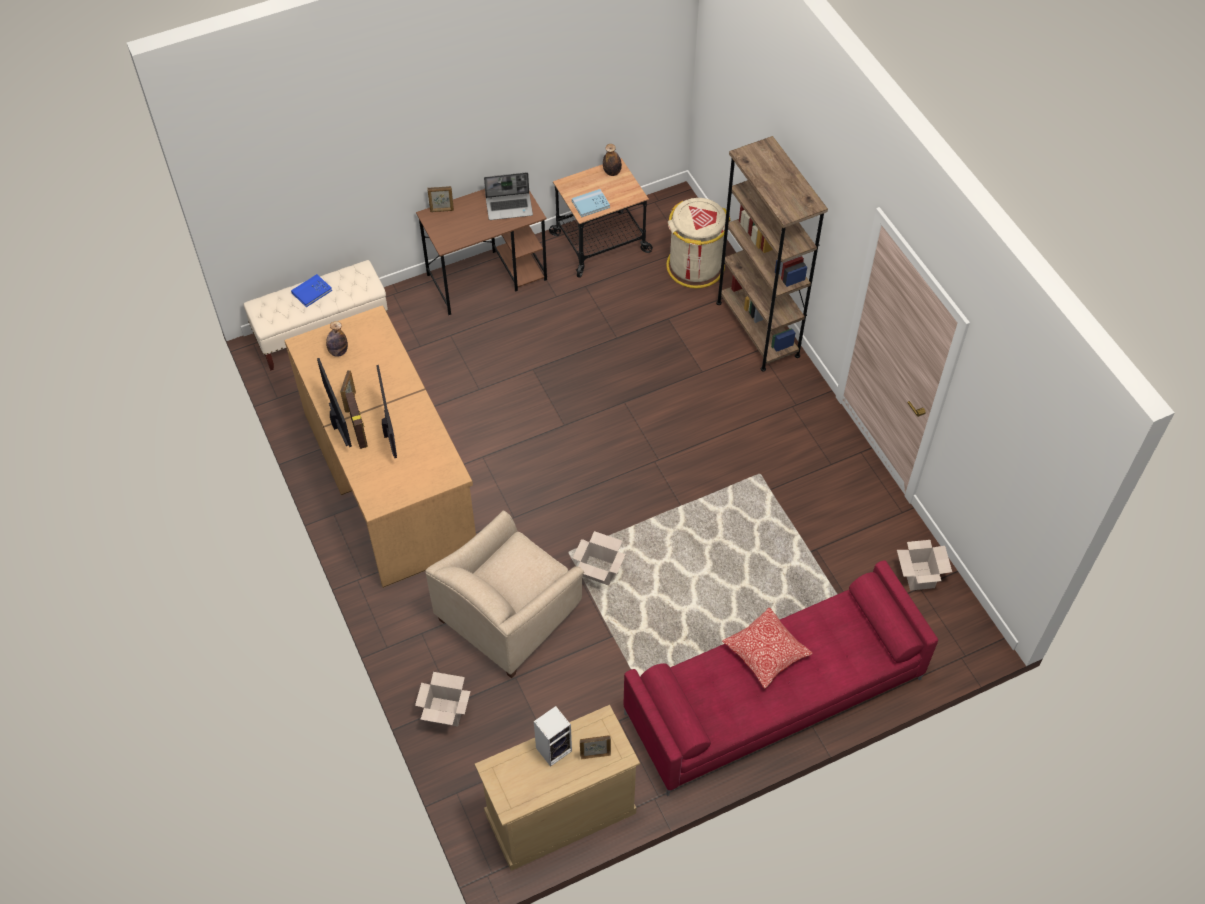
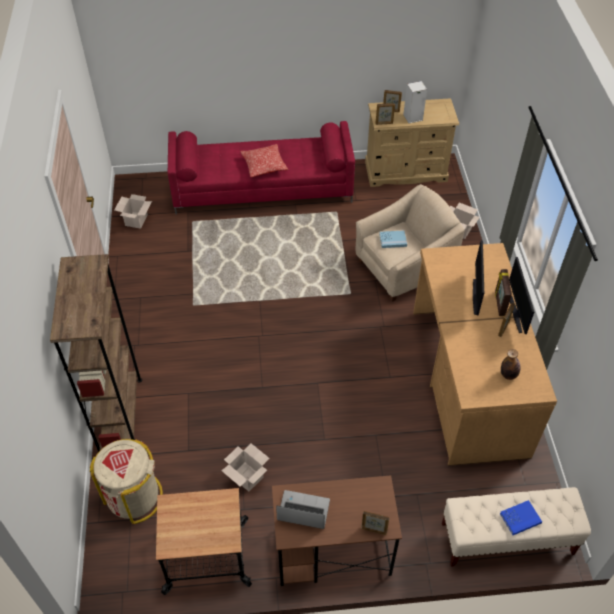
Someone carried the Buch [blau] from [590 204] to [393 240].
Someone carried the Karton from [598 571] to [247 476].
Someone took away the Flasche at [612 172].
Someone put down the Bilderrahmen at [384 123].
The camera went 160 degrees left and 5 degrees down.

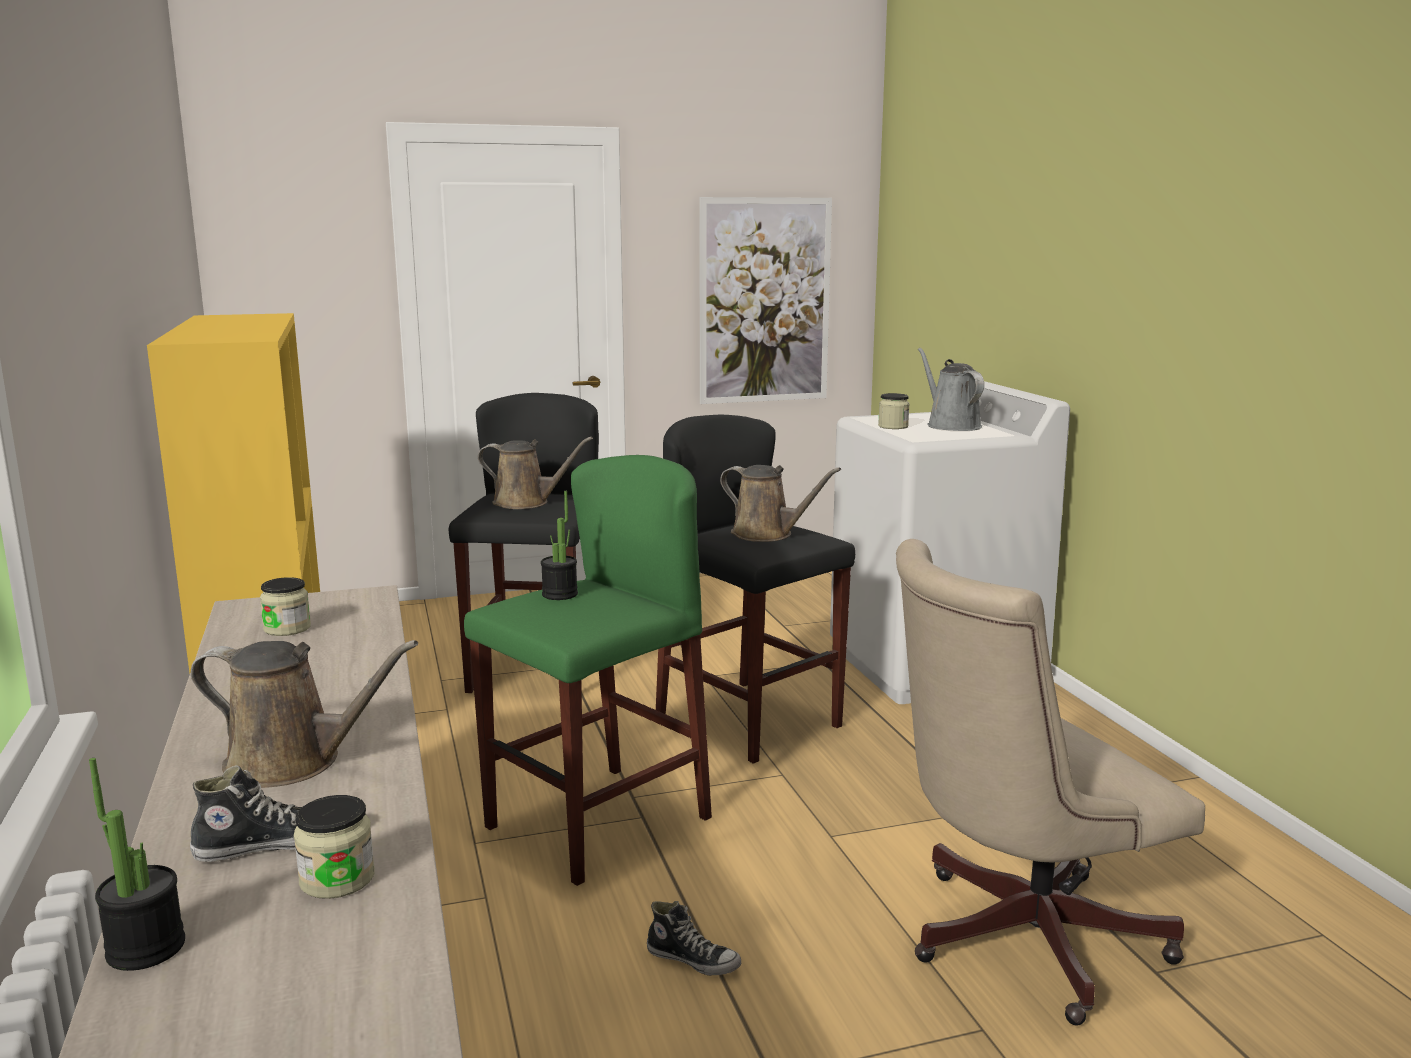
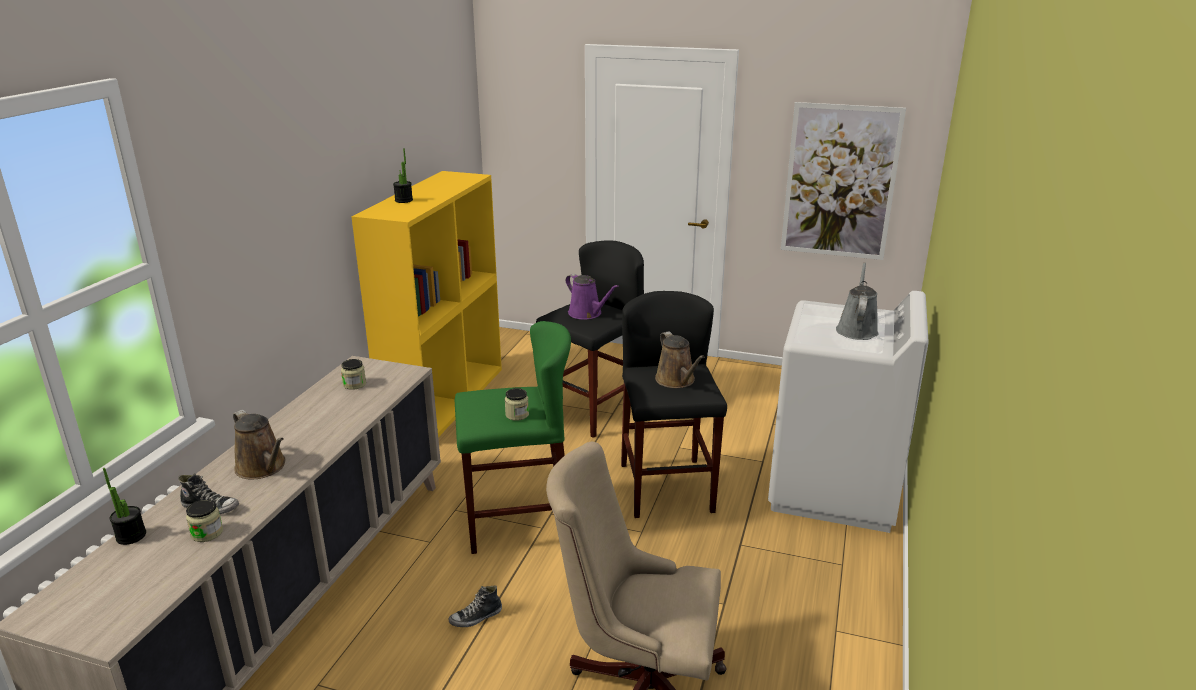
Someone repainted the Gießkanne [braun] at [526 503], which became the Gießkanne [lila] at [587 314].
Someone carried the Topfpflanze from [560 594] to [404 200].
Someone rotated the Schuh at [693 960] by 90 degrees clockwise.
Someone carried the Vorratsglas from [893 426] to [517 415].
The camera went 35 degrees right and 10 degrees up.

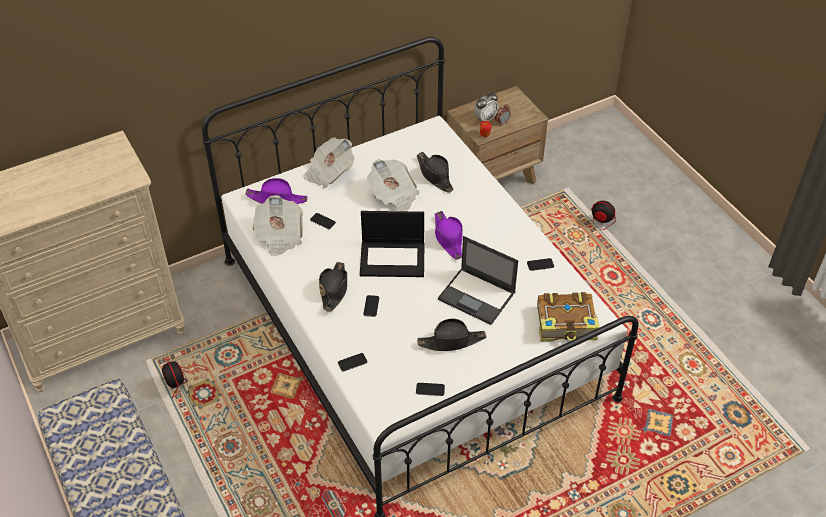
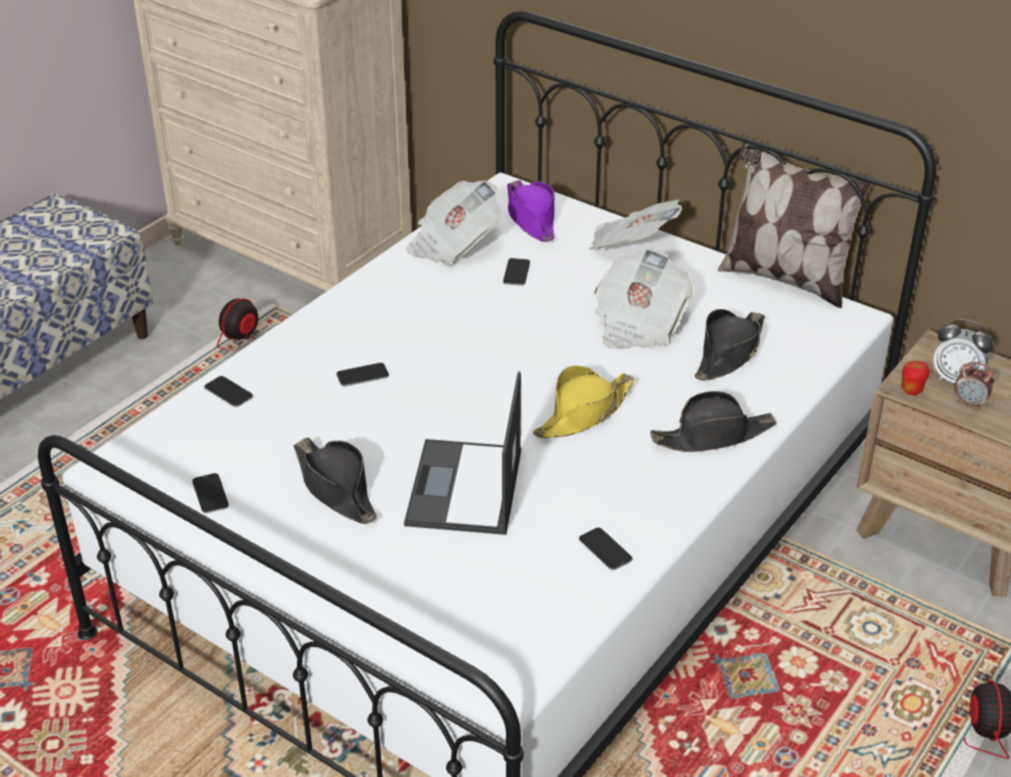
Someone carried the Hut [schwarz] from [334 289] to [713 436].
Someone took away the Laptop at [393 258].
Someone repainted the Hut [lila] at [448 238], which became the Hut [gelb] at [584 413].
Someone took away the Buch at [566 324].
Someone put down the Kissen at [784 278].
The camera went 65 degrees right and 10 degrees down.

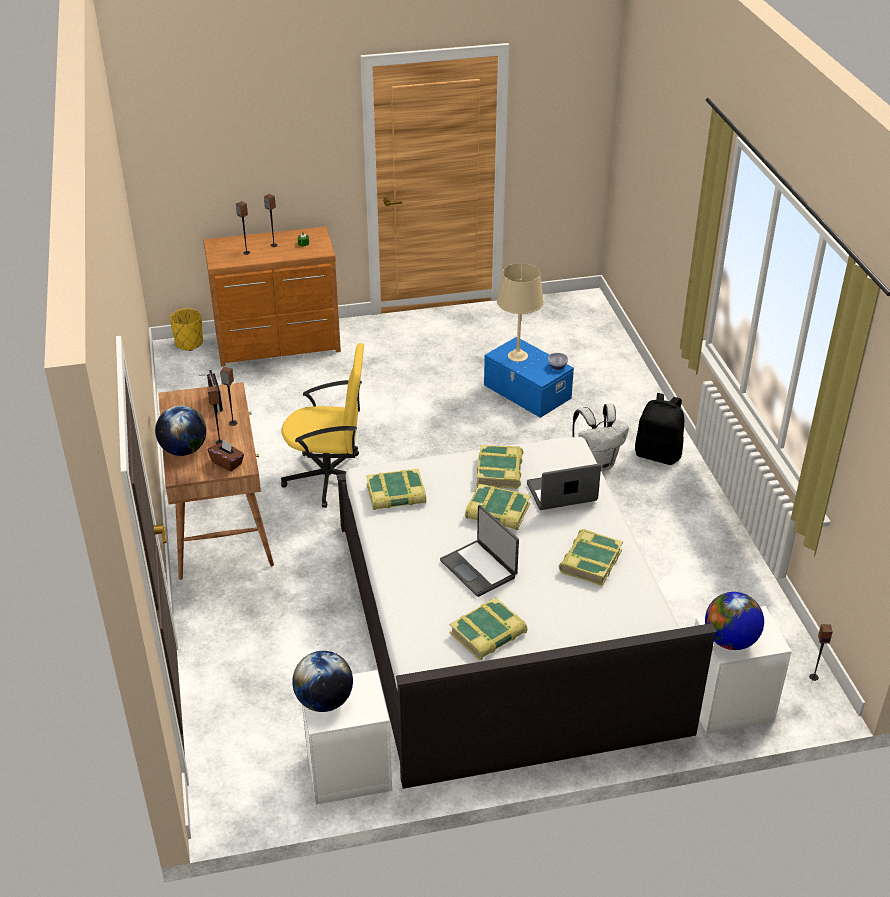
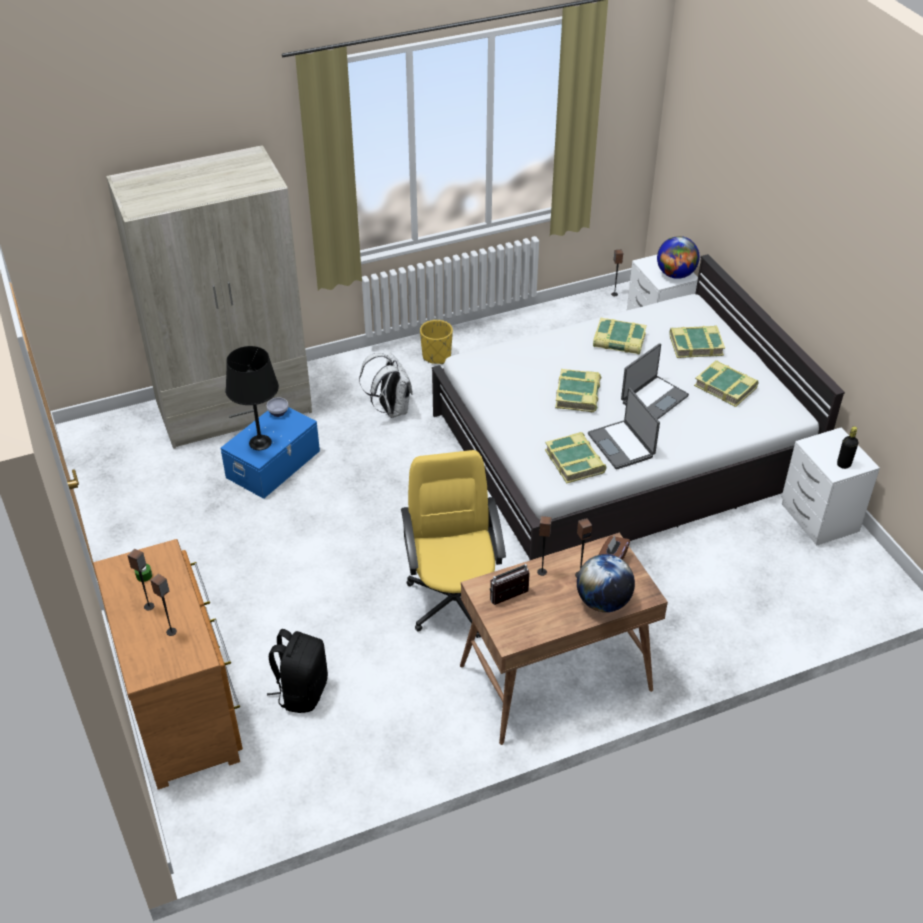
Someone carried the Pflanzkübel [gelb] from [189 343] to [436 356].
Someone swapped the Globus at [324 701] for the Flasche [schwarz] at [843 464].
Someone carried the Buch from [500 471] to [695 345].
Someone repainted the Tischlampe [beige] at [517 356], which became the Tischlampe [schwarz] at [260 443].
Someone carried the Laptop from [562 493] to [622 445].
Someone carried the Rucksack [schwarz] from [658 454] to [302 691].
Someone put down the Kleiderschrank [beige] at [234 407].
The camera went 100 degrees left and 5 degrees up.

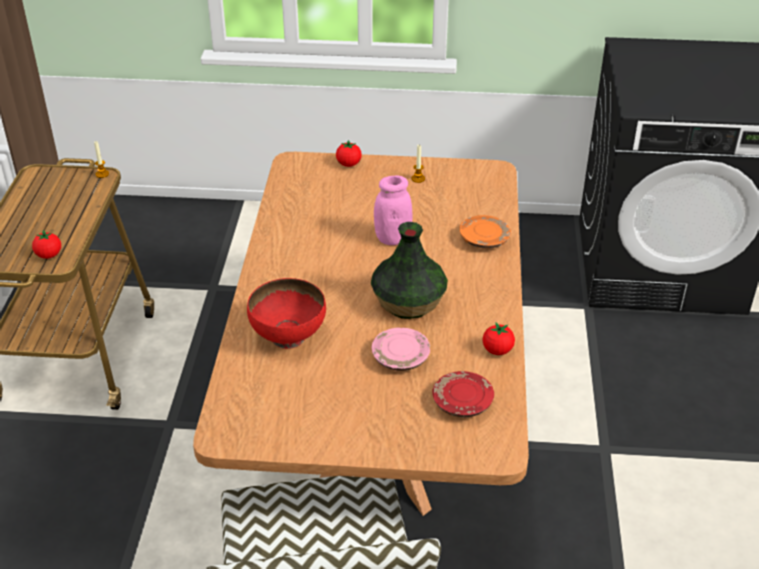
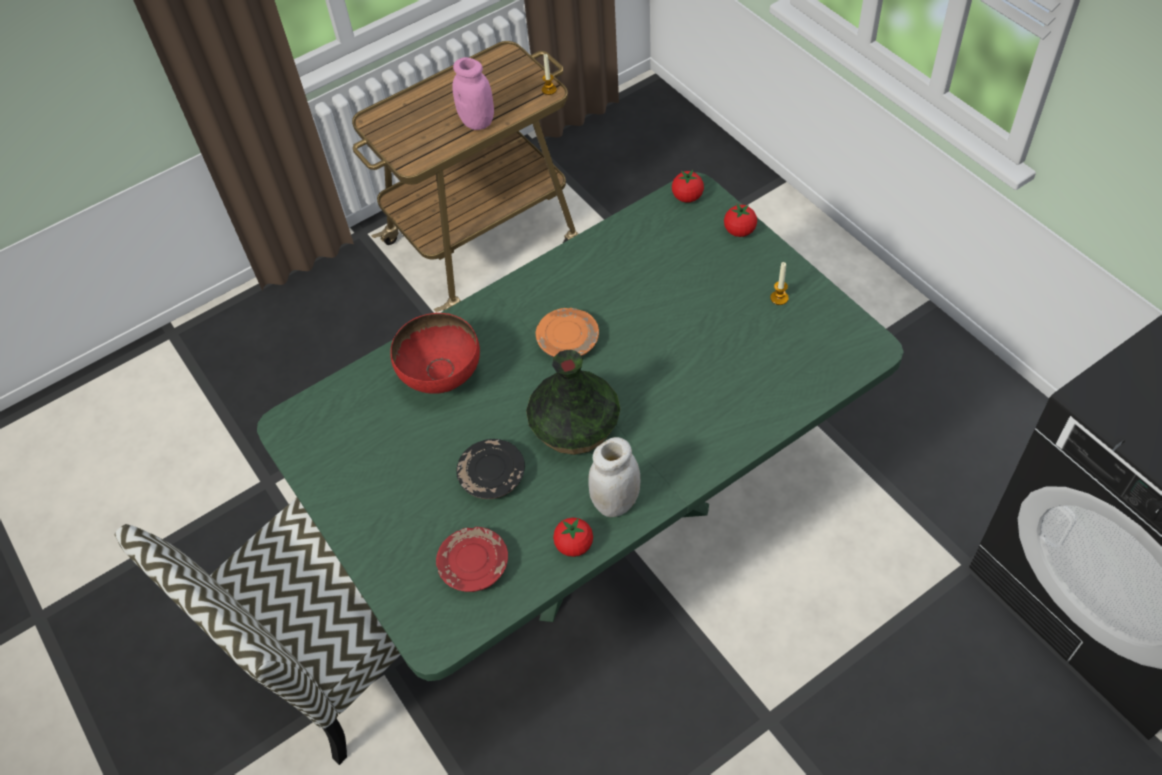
Someone carried the Tomate from [49 255] to [687 197].
Someone repainted the Esstisch [braun] at [378 439], which became the Esstisch [grün] at [594 520].
Someone repainted the Teller [rosa] at [401 357], which became the Teller [schwarz] at [492 476].
Someone carried the Vorratsglas [rosa] from [392 238] to [477 122].
Someone carried the Teller [orange] from [484 239] to [568 341].
Someone put down the Vorratsglas [weiß] at [616 502].
The camera went 55 degrees right and 15 degrees up.

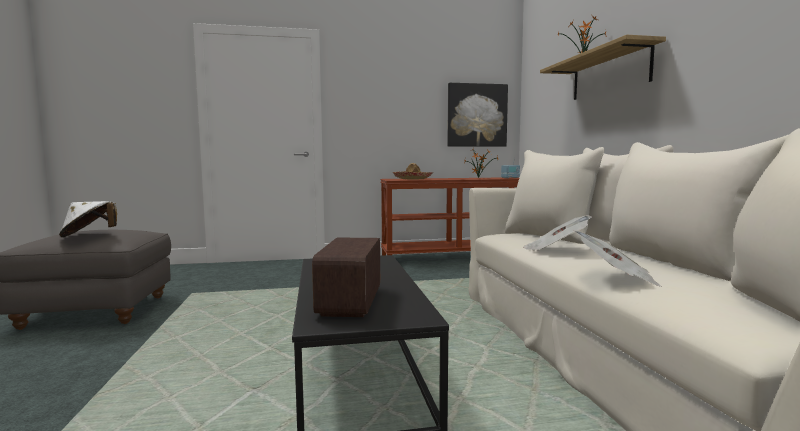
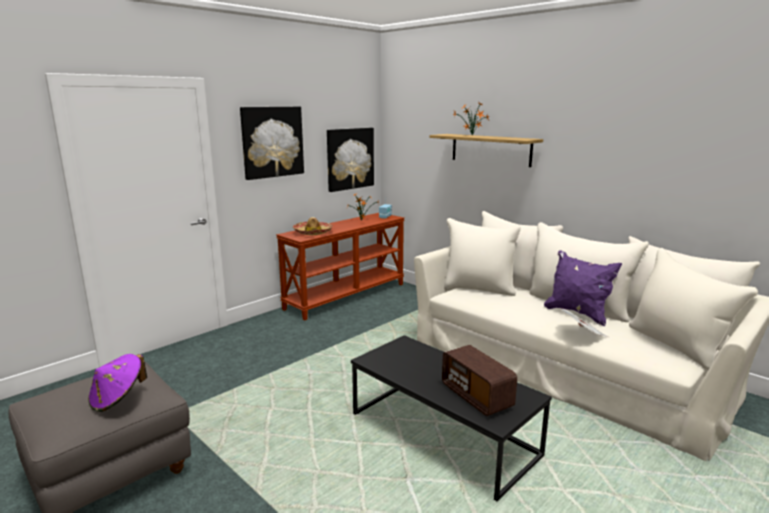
Someone repainted the Hut [weiß] at [88 235], which became the Hut [lila] at [118 398].
Someone took away the Zeitung at [555 250].
Someone put up the Bild at [272 142].
Someone put down the Kissen [lila] at [577 313].
The camera went 35 degrees left and 10 degrees up.

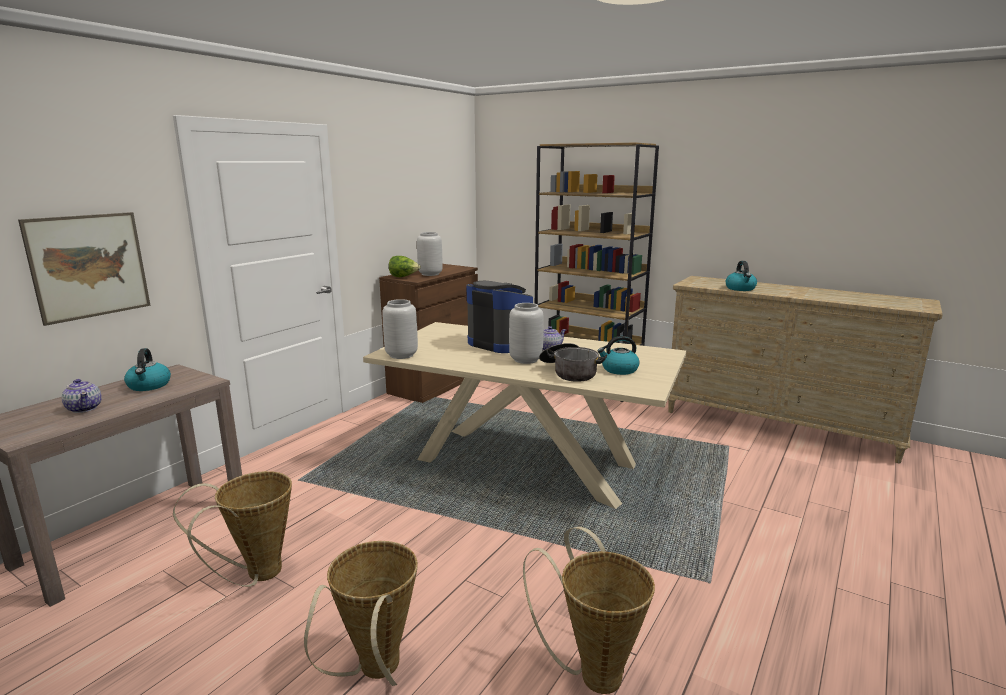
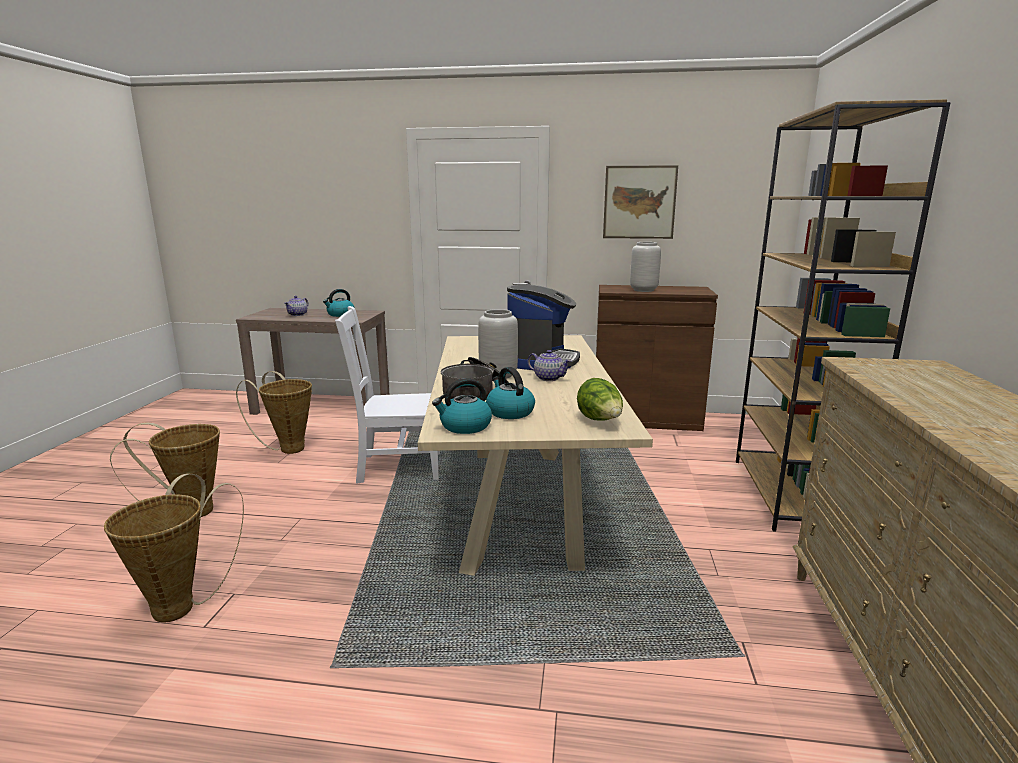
Someone carried the Bild from [89 266] to [639 202].
Someone took away the Vase [grau] at [402 355].
Someone carried the Salatkopf from [403 277] to [600 421].
Someone carried the Wasserkessel from [740 289] to [464 426].
Someone put down the Stuhl [weiß] at [396 467].
The camera went 65 degrees right and 0 degrees up.

